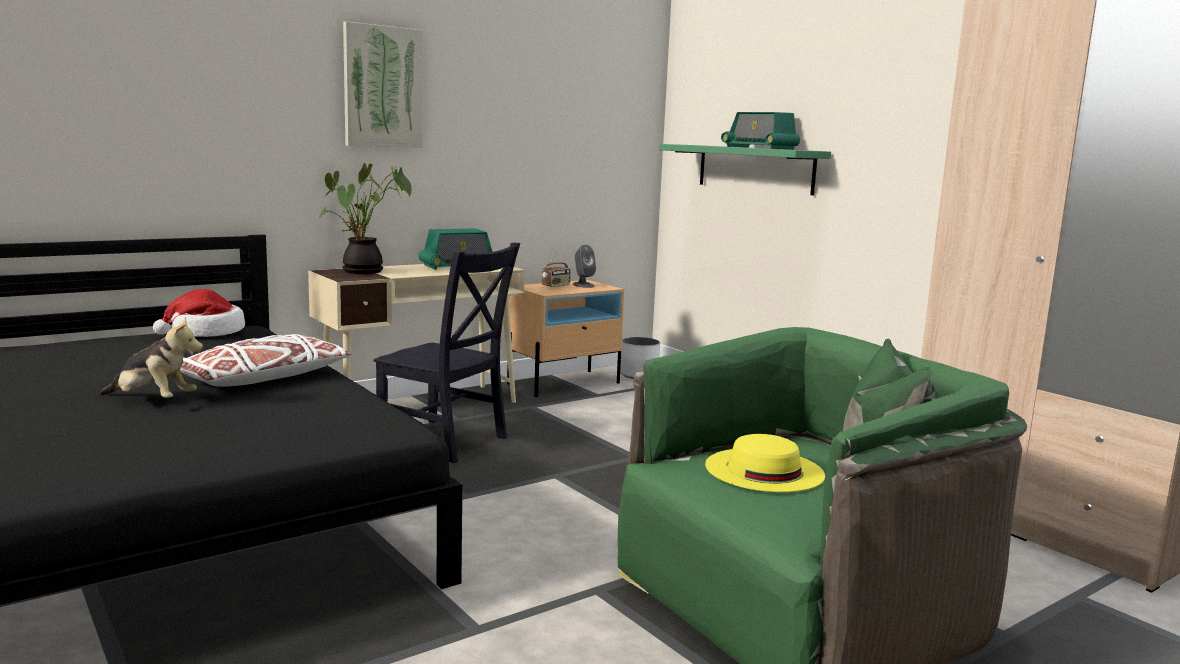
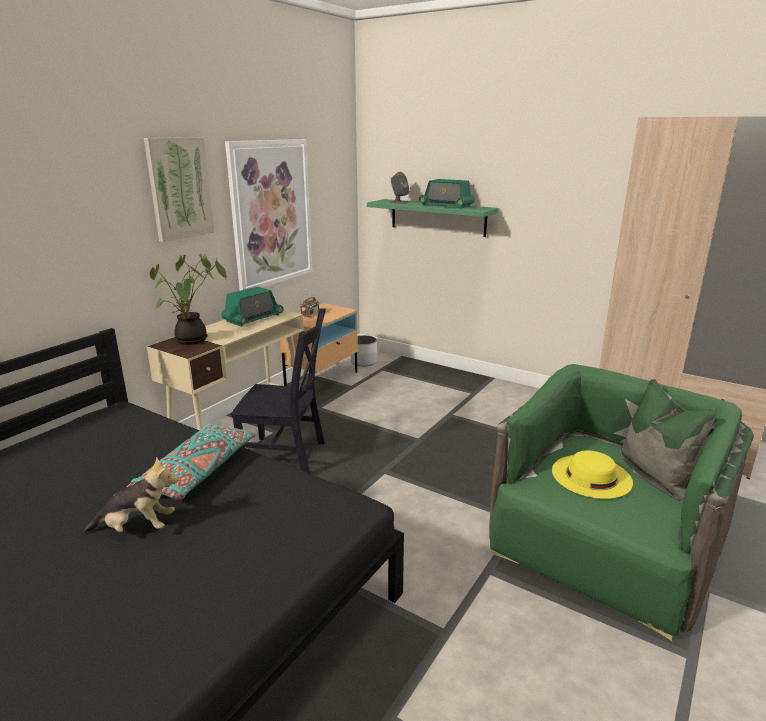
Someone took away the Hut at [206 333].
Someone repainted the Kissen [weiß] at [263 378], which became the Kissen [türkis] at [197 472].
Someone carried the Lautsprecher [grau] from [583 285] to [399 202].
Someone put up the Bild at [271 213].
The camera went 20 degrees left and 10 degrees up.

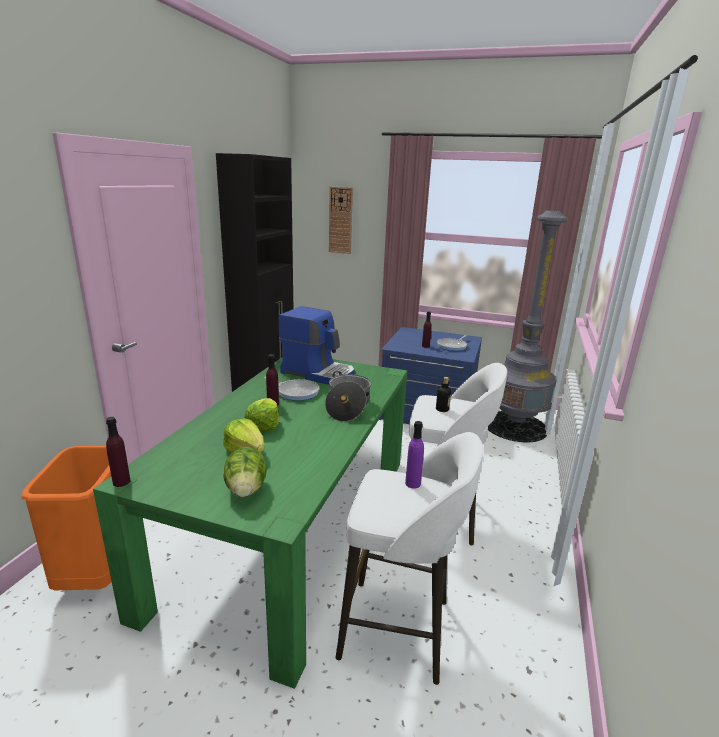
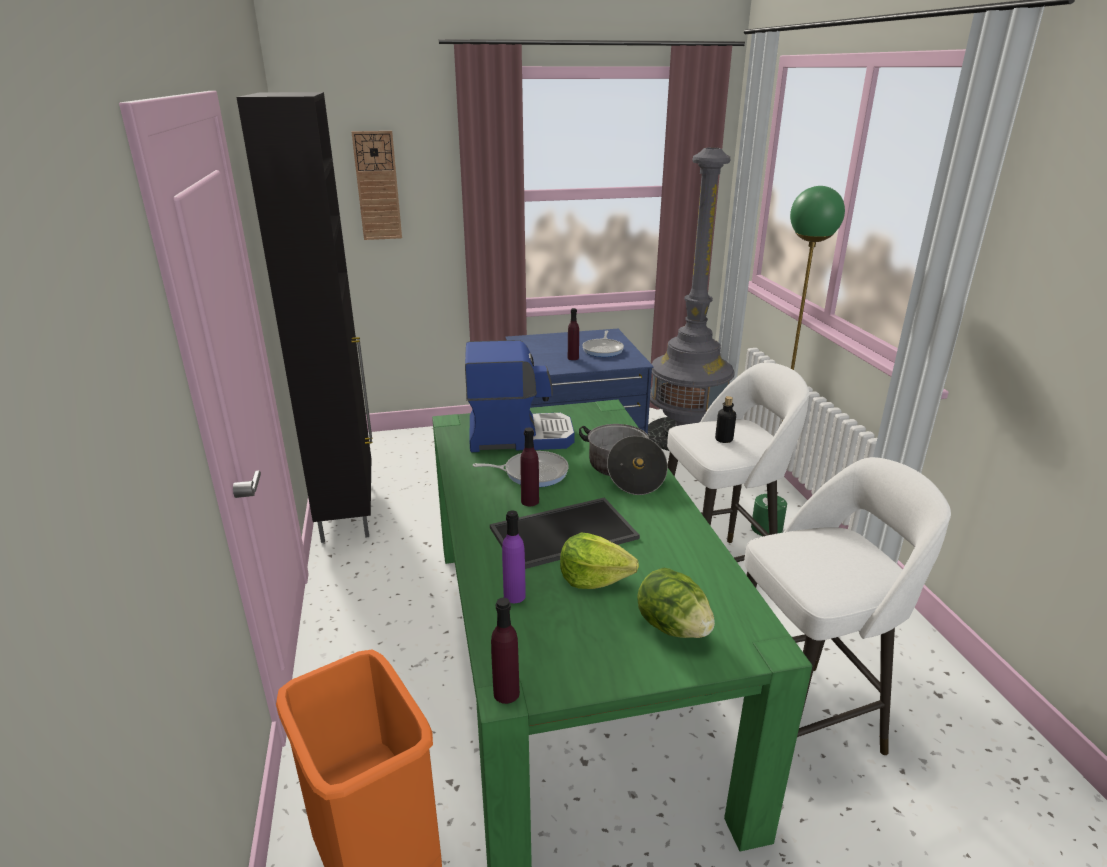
Someone swapped the Salatkopf at [263 425] for the Tablett at [563 535].
Someone carried the Flasche [lila] from [413 483] to [514 596].
Someone put down the Stehlampe [grün] at [766 529].
The camera went 30 degrees left and 5 degrees up.

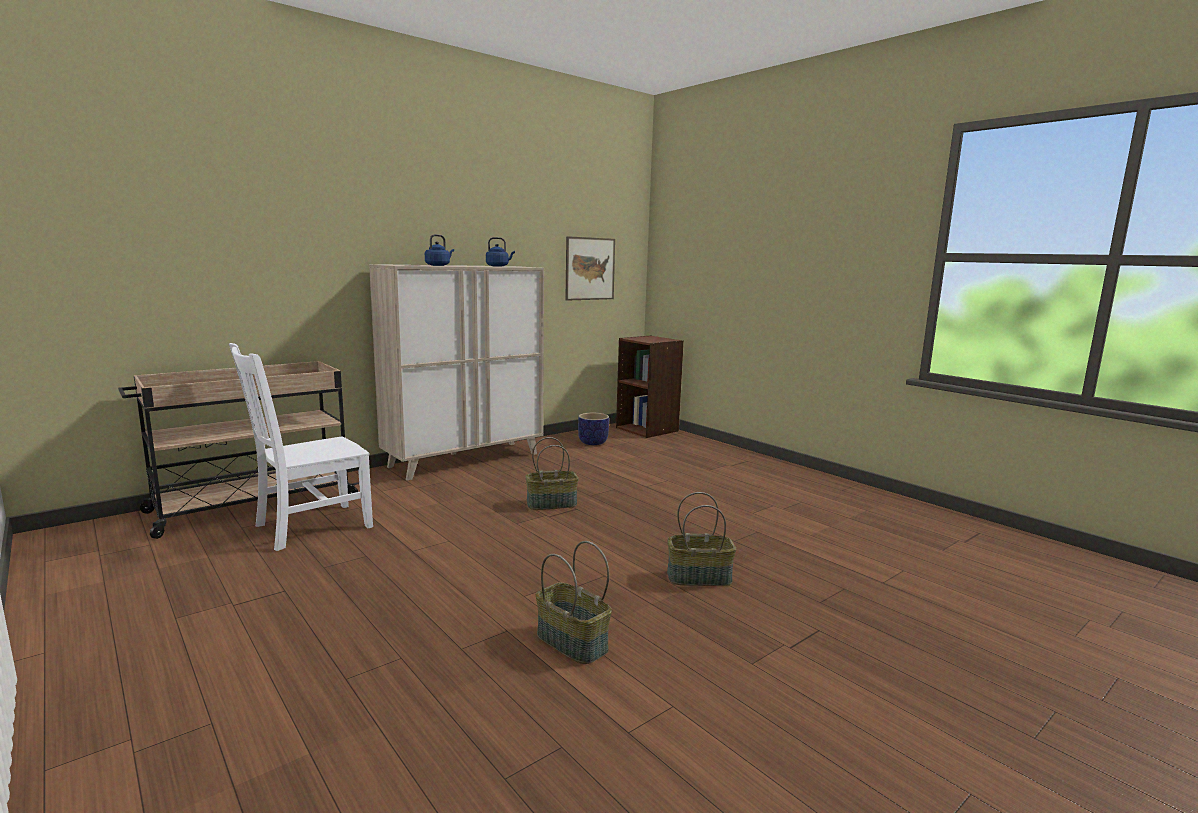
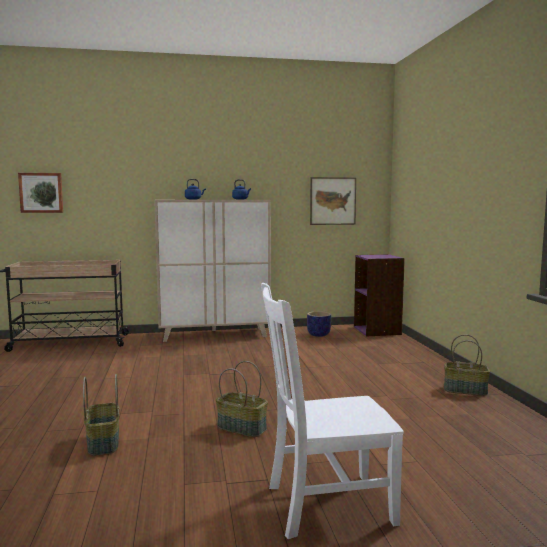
Someone carried the Stuhl [weiß] from [309 527] to [325 504].
Someone carried the Korb from [552 503] to [465 390].
Someone repainted the Bücherregal [braun] at [647 429], which became the Bücherregal [lila] at [377 330].
Someone put up the Bild at [41 192].
The camera went 30 degrees right and 5 degrees down.

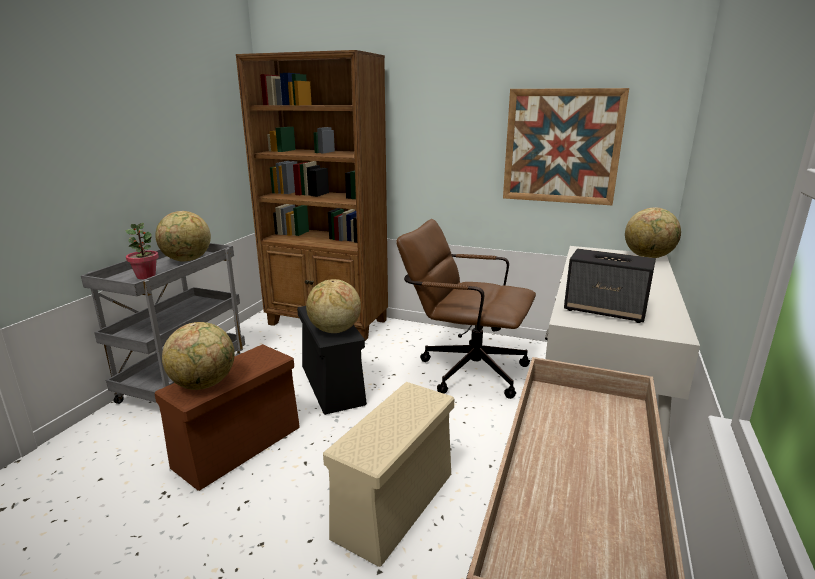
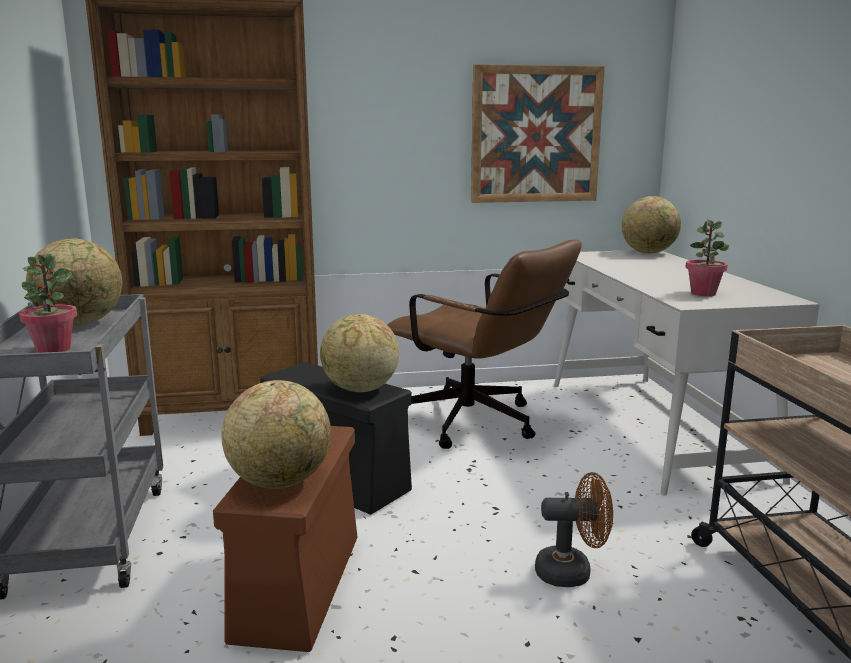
Someone swapped the Aufbewahrungsbox [beige] at [395 503] for the Ventilator [braun] at [572 572].
Someone rotated the Bürostuhl [braun] at [464 369] by 135 degrees counterclockwise.
Someone swapped the Lautsprecher at [605 311] for the Topfpflanze at [703 293].
The camera went 30 degrees left and 5 degrees down.

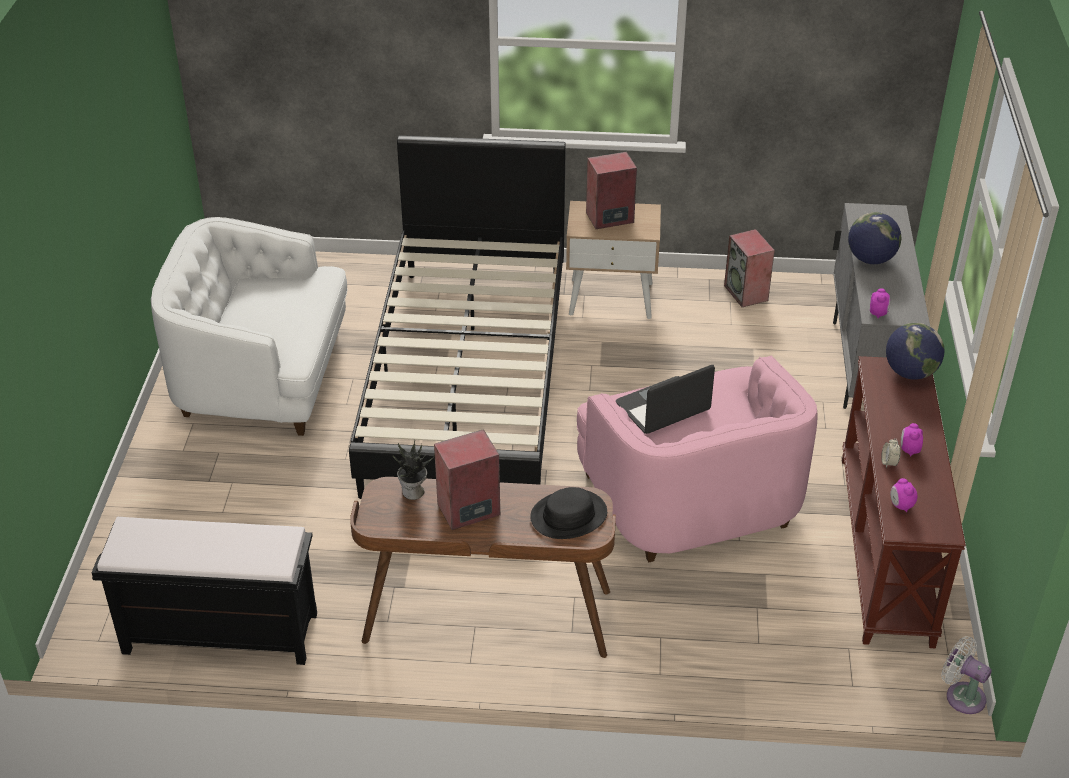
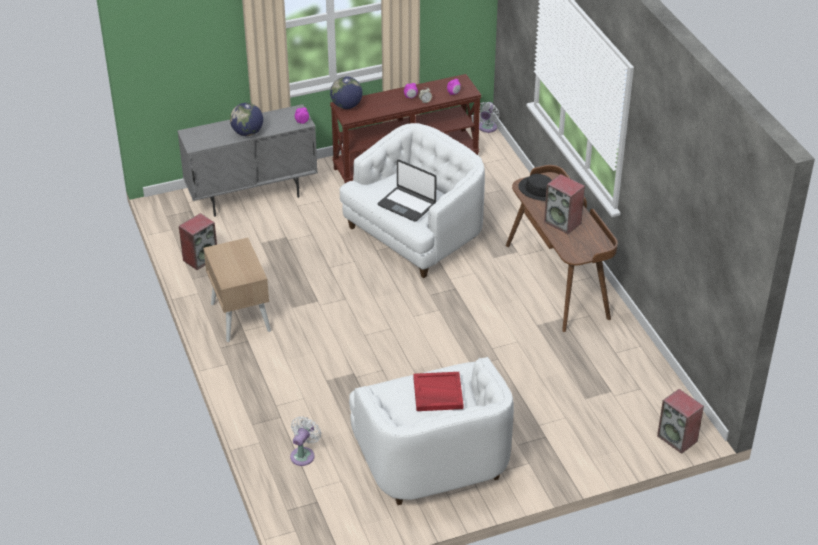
Someone took away the Bank [schwarz] at [218 634].
Someone took away the Bett [schwarz] at [467 379].
Someone took away the Topfpflanze at [413 492].
Someone repainted the Sessel [rosa] at [691 498], which became the Sessel [weiß] at [414 234].
Someone carried the Lautsprecher from [609 218] to [678 438].
Someone put down the Ventilator [weiß] at [303 454].
Someone put down the Tablett [rot] at [437 393].
The camera went 115 degrees left and 0 degrees up.

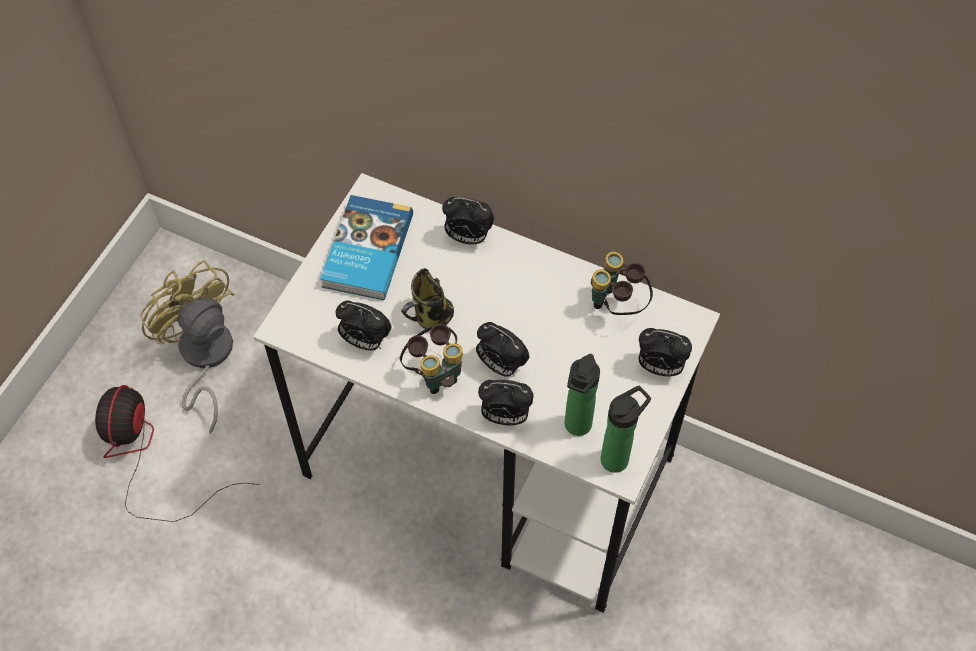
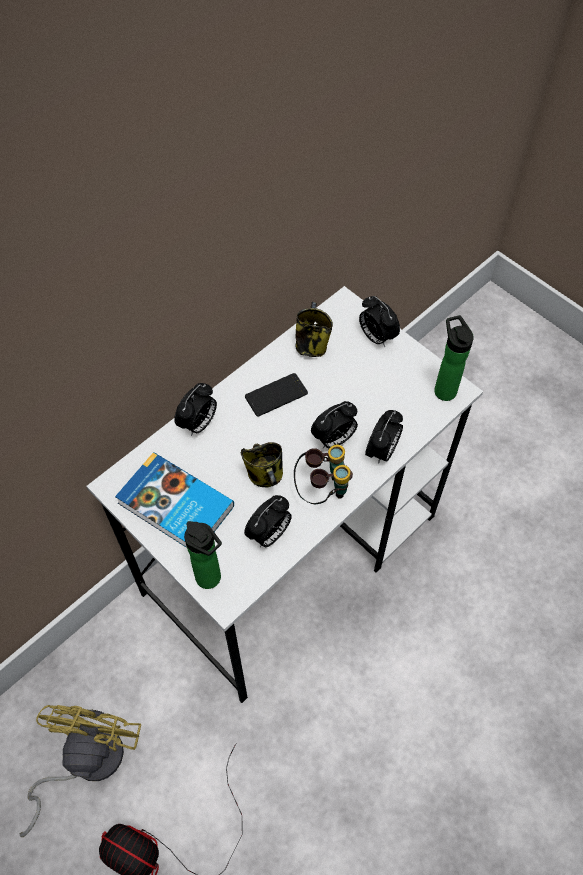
Someone rotated the Ventilator [gelb] at [203 358] by 120 degrees clockwise.
Someone carried the Flasche from [576 428] to [211 580].
Someone swapped the Fernglas at [617 306] for the Henkelbecher at [311 344].
Someone rotated the Wecker at [659 367] by 105 degrees clockwise.
Someone put down the Handy at [276 395].
The camera went 70 degrees left and 0 degrees up.

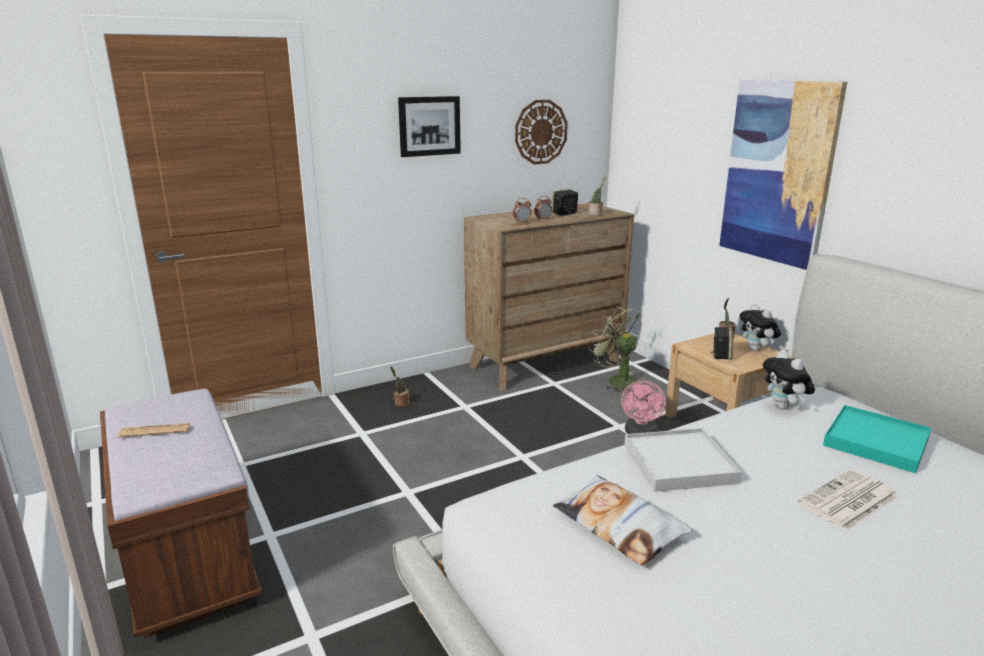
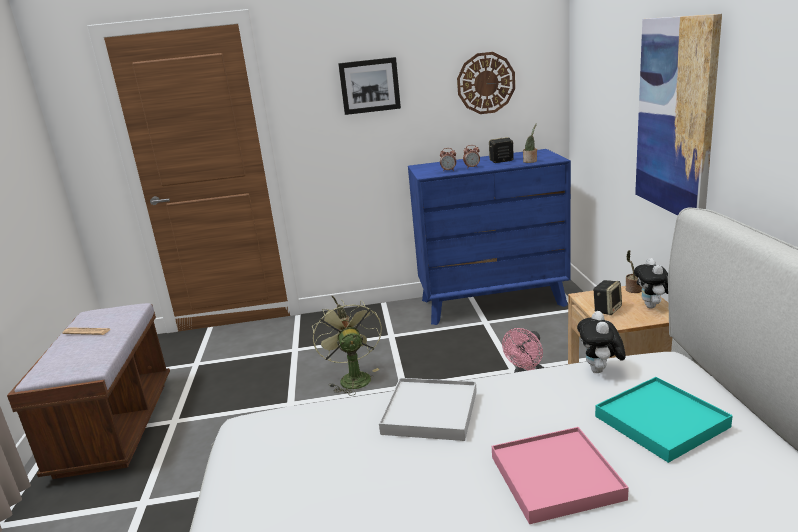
Someone repainted the Kommode [braun] at [545 363], which became the Kommode [blau] at [492 302].
Someone took away the Kissen at [619 526].
Someone carried the Ventilator [grün] from [616 380] to [352 378].
Someone swapped the Zeitung at [848 501] for the Tablett [rosa] at [555 478].
The camera went 25 degrees right and 0 degrees up.

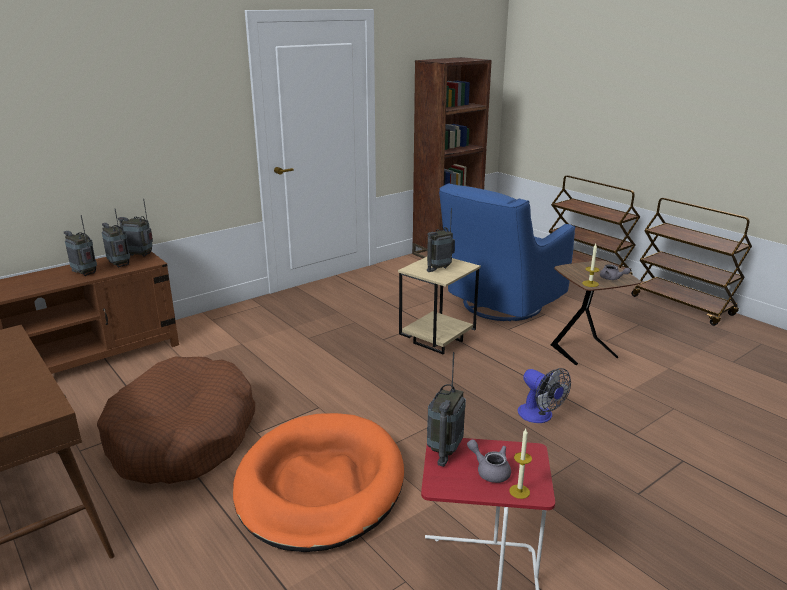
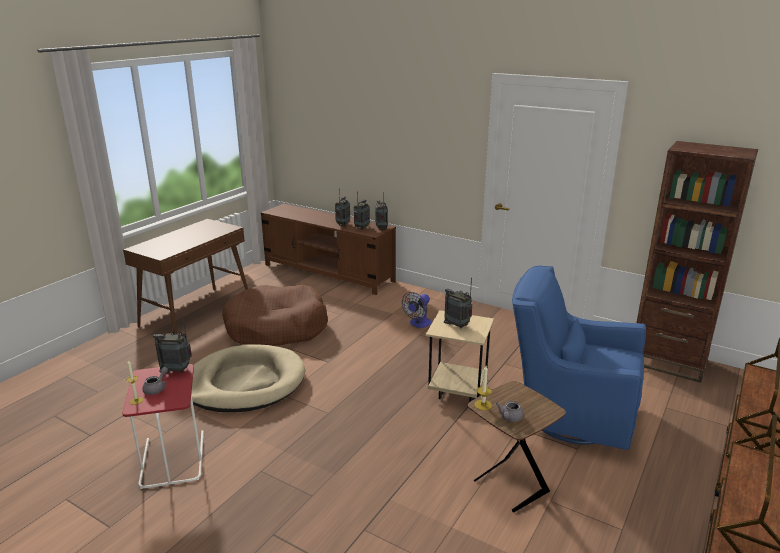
Someone repainted the Hundebett [orange] at [320 485], which became the Hundebett [beige] at [244 383].
Someone carried the Ventilator from [540 416] to [418 324].
The camera went 70 degrees right and 0 degrees up.

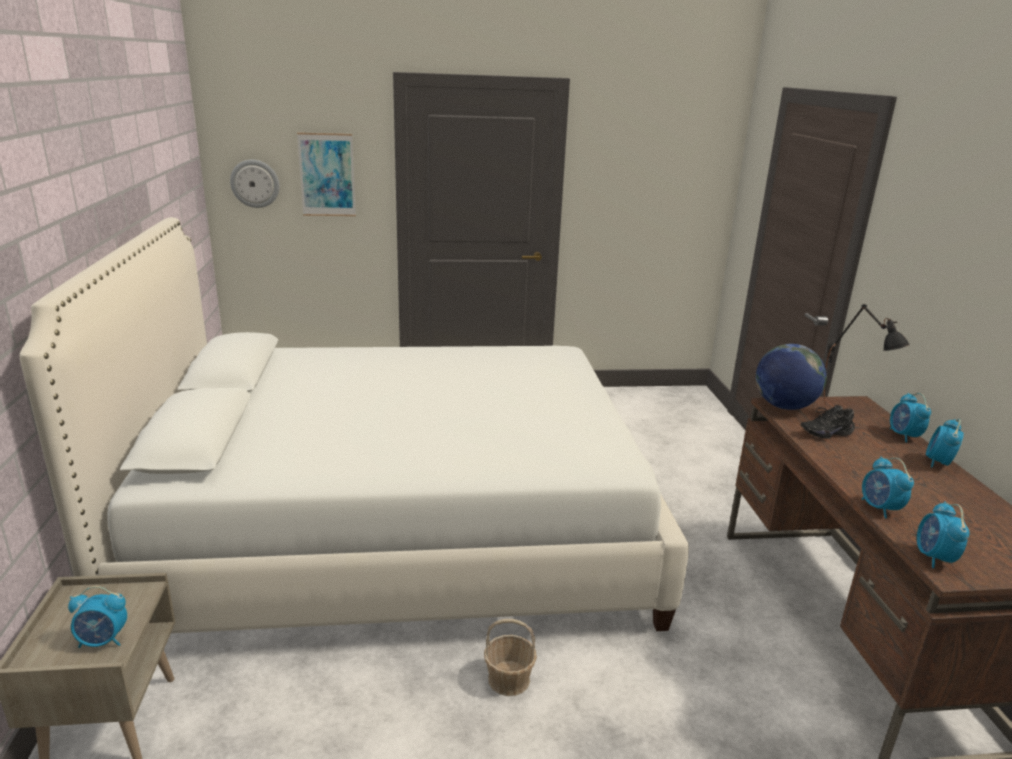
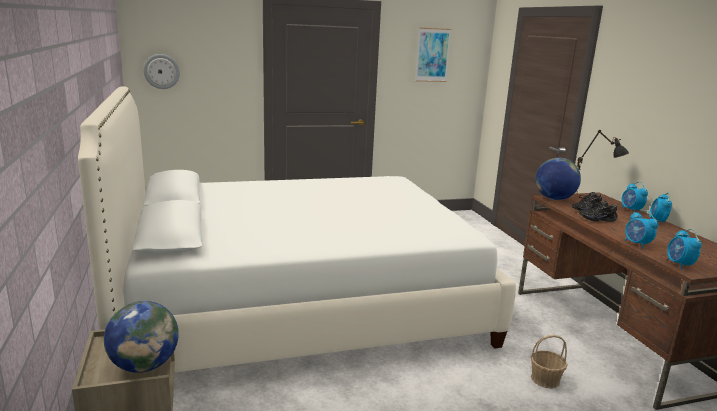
Someone swapped the Wecker at [103 641] for the Globus at [144 365].
Someone carried the Bild from [327 175] to [432 55].
Someone carried the Korb from [509 679] to [545 379].
Someone put down the Schuh [schwarz] at [596 219].
The camera went 10 degrees left and 5 degrees down.

